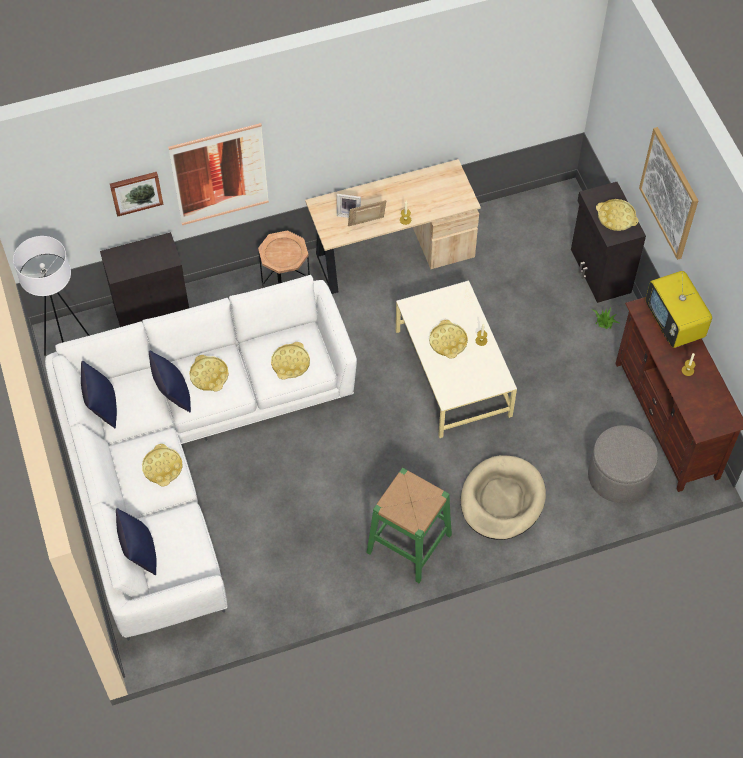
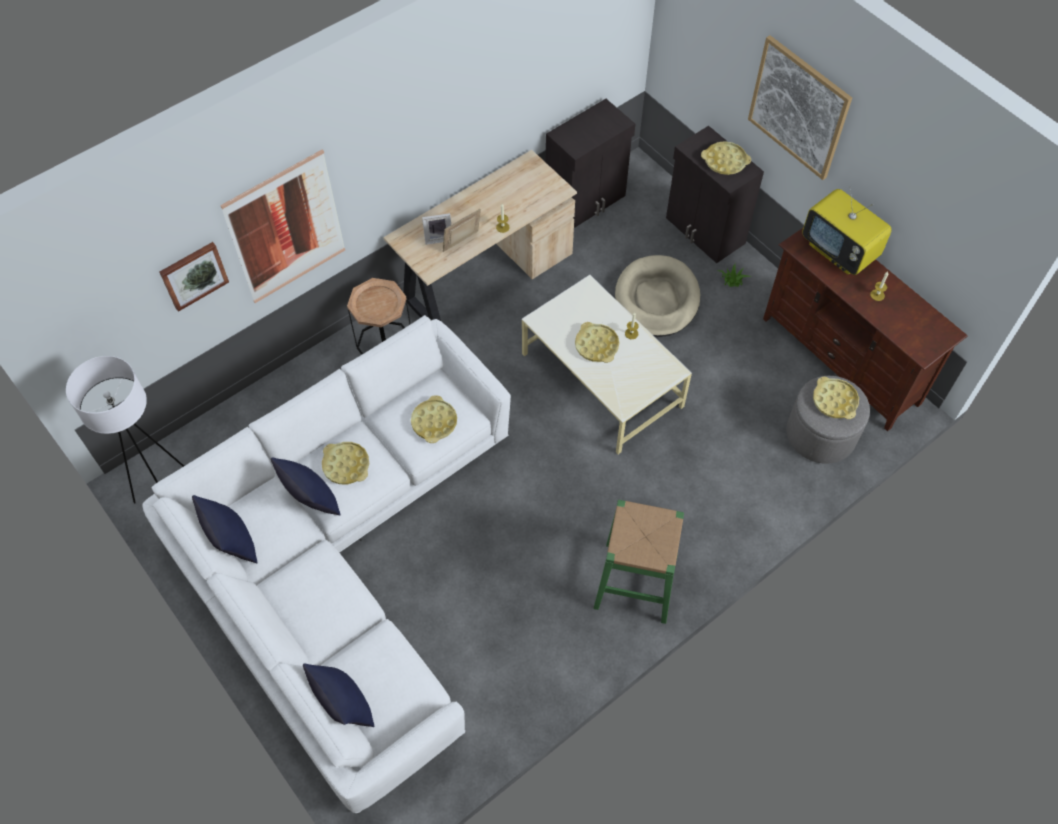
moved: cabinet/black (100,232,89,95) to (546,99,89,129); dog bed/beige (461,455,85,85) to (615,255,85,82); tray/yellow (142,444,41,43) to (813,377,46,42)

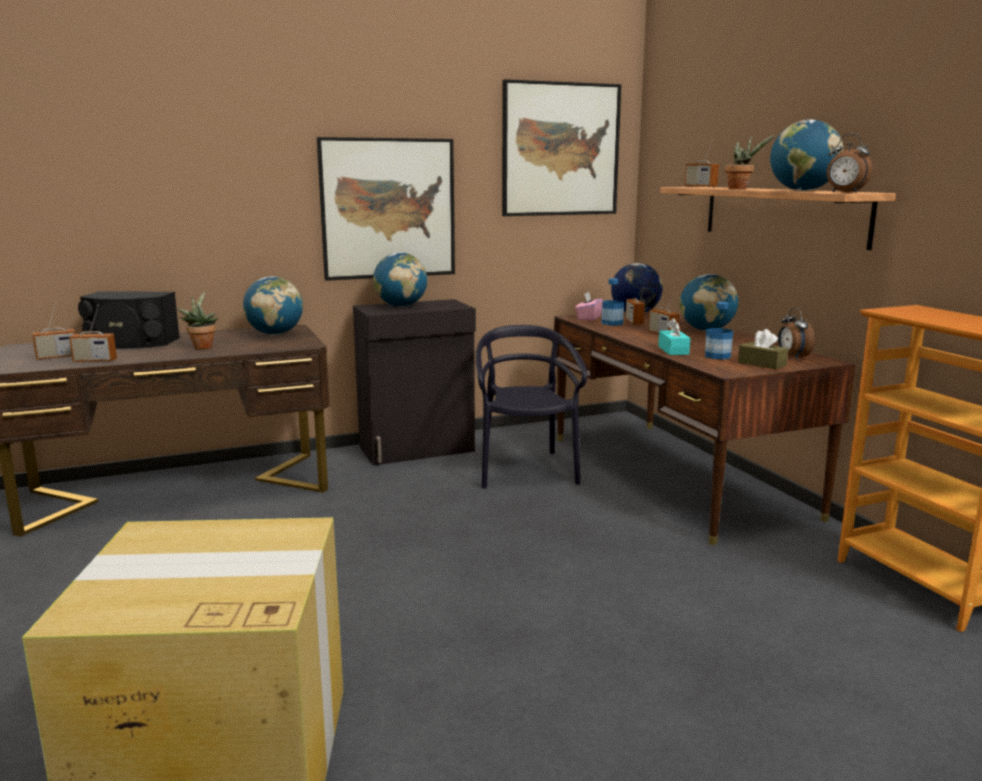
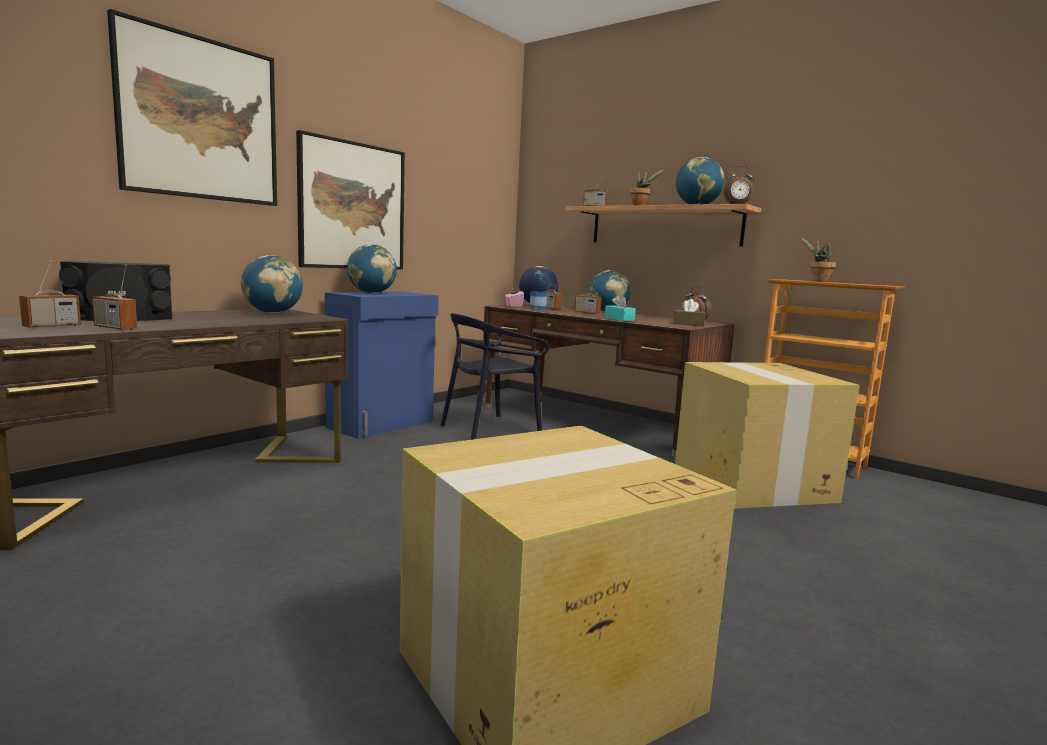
removed: bottle (705,302,28,58)
added: cardboard box (675,362,184,147)
moved: picture (502,79,119,137) to (107,9,170,197); potted plant (177,292,41,57) to (800,237,36,45)
recoloured: cabinet/black (353,299,123,166) to cabinet/blue (325,291,114,148)
turned: radio (69,305,48,57) = (92,264,45,67) 60 degrees clockwise; chair/black (476,325,111,164) = (440,313,109,127) 90 degrees counterclockwise

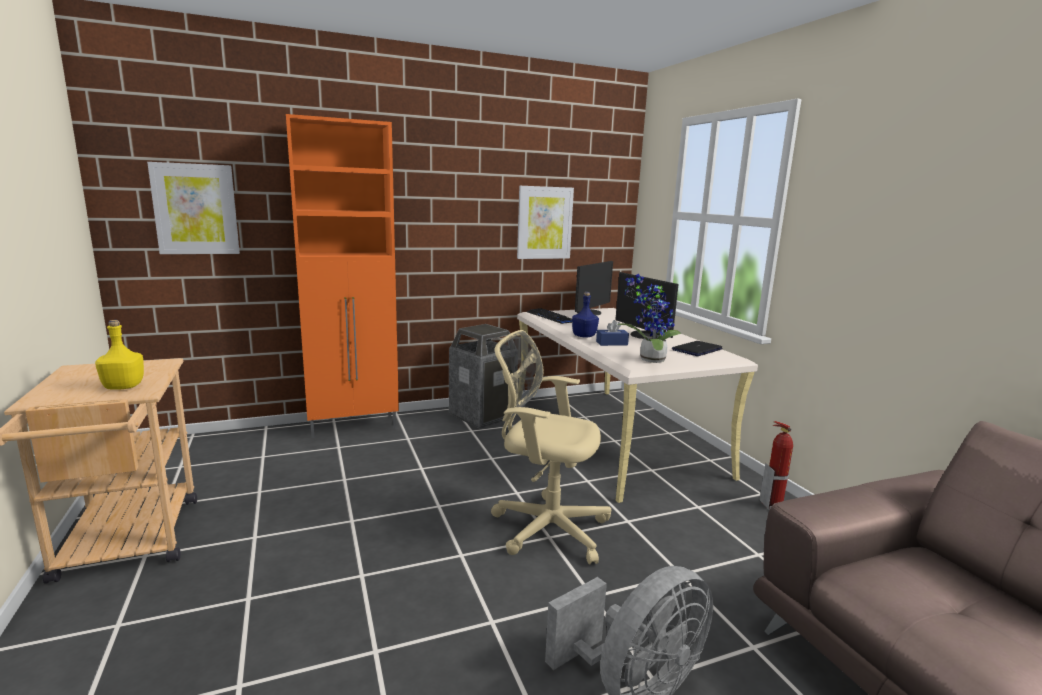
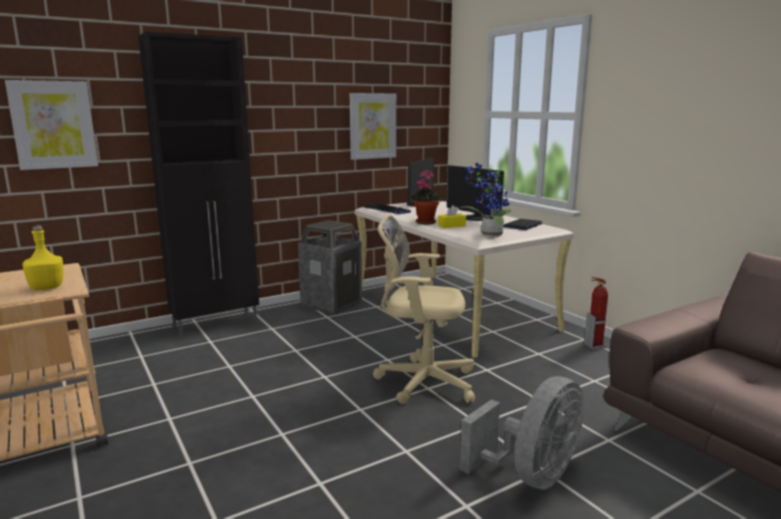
replaced: bottle/blue (572,292,27,46) to potted plant (412,170,30,54)
recoloured: cabinet/orange (286,114,113,324) to cabinet/black (138,32,121,305); tissue box/blue (596,320,33,26) to tissue box/yellow (438,205,28,23)

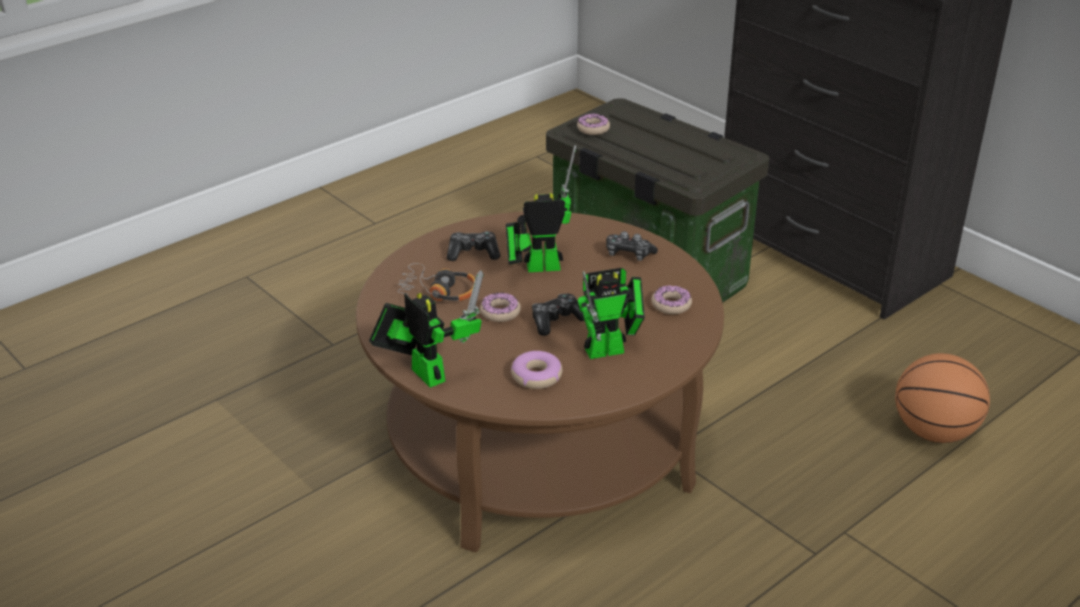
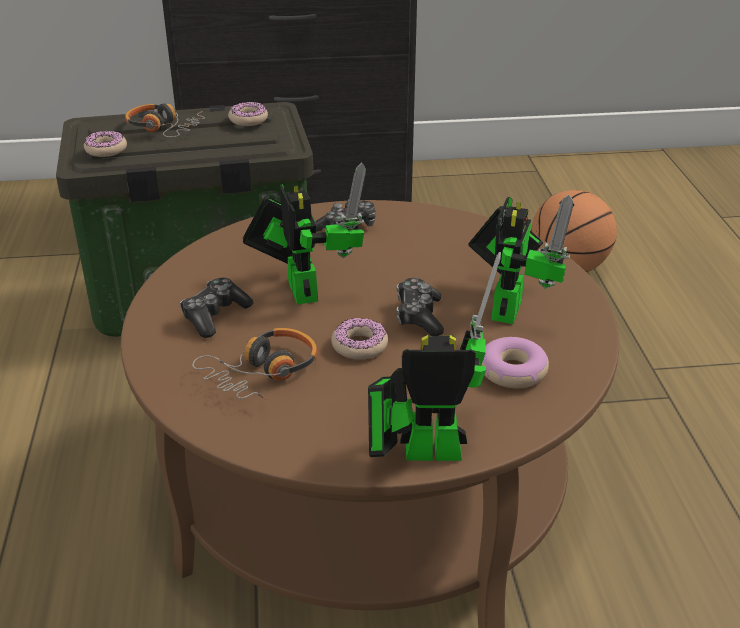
added: headphones (125,103,80,34)
moved: donut (651,285,41,29) to (228,102,40,24)
turned: toy robot (506,145,70,127) = (243,163,124,142) 135 degrees clockwise

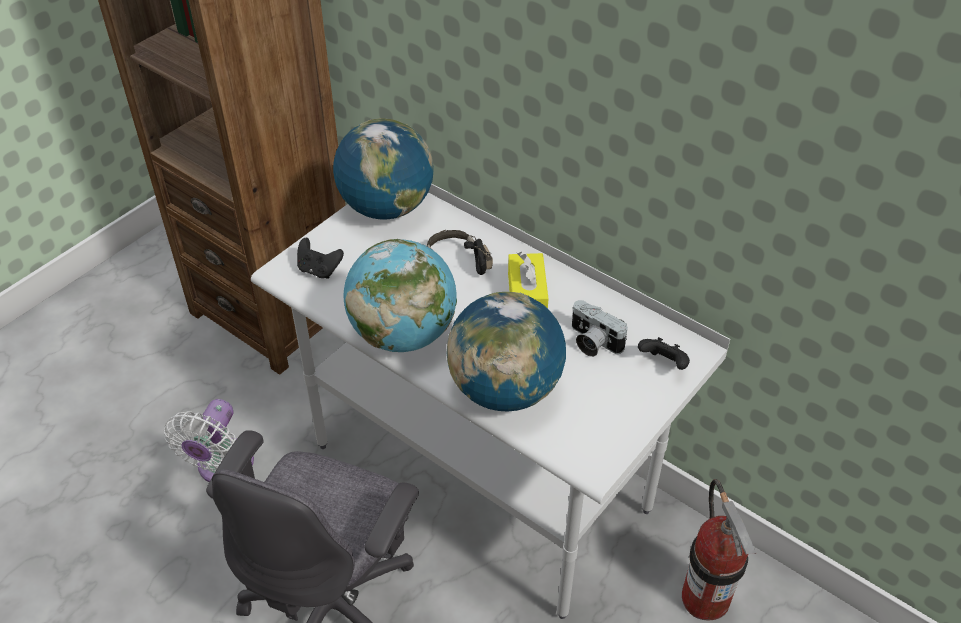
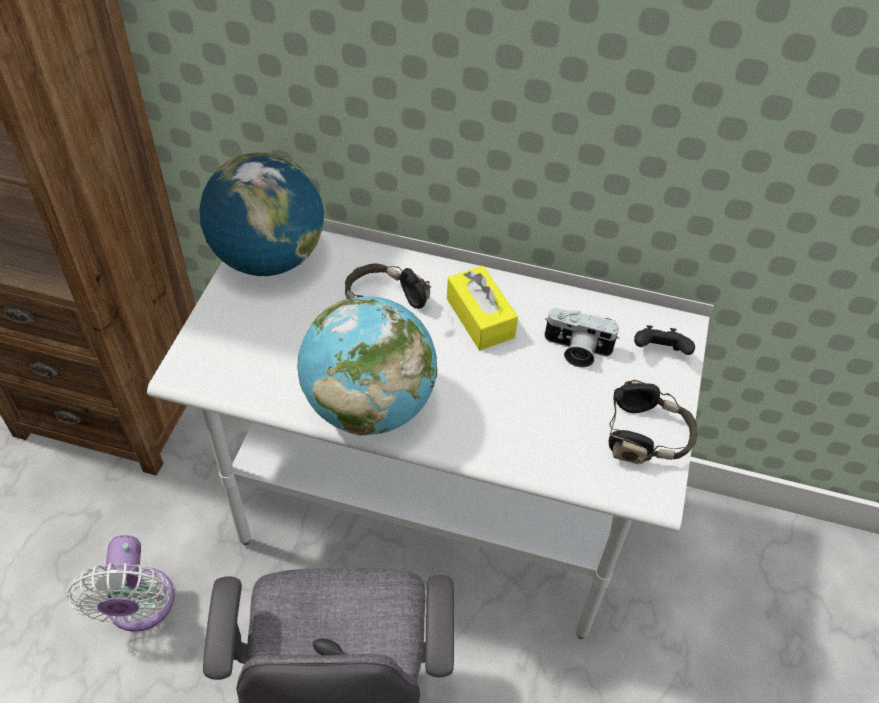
removed: game controller/black (297,238,47,41); globe (446,292,120,119); fire extinguisher (682,479,74,141)
added: headphones/black (608,380,90,84)

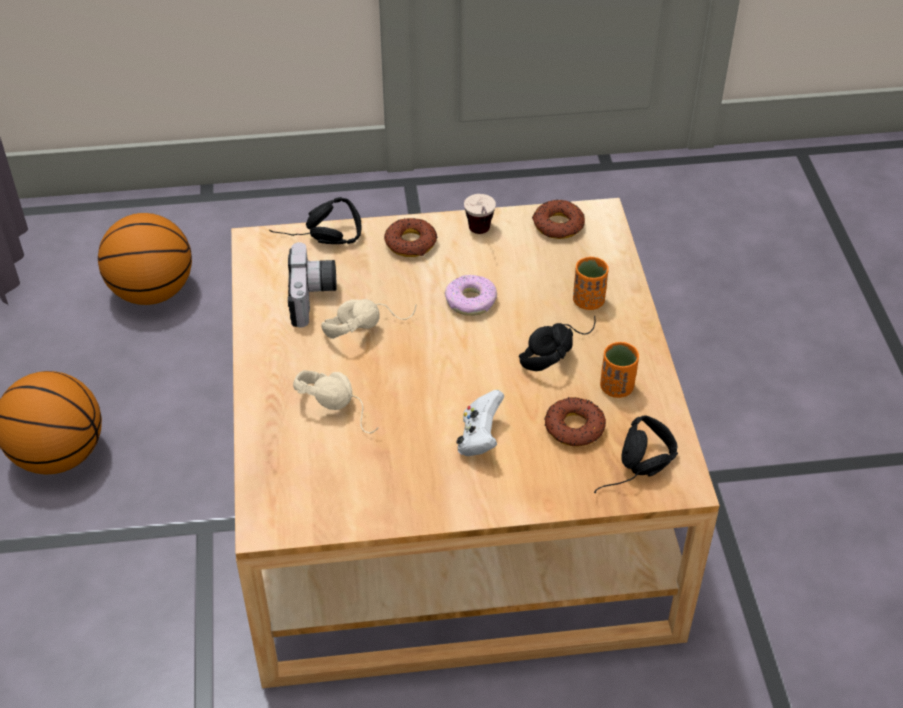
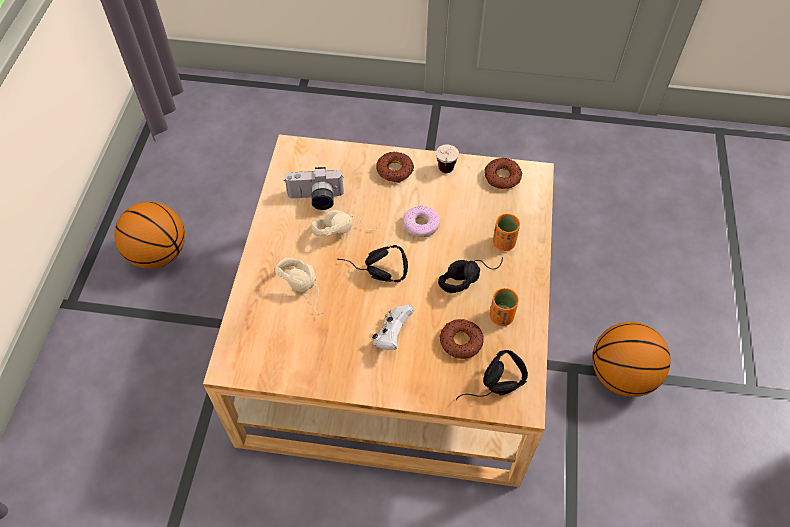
moved: headphones/black (269,197,93,47) to (338,245,70,37); basketball (98,213,94,92) to (592,322,79,75)
turned: photo camera (288,242,49,86) = (284,167,60,43) 75 degrees clockwise

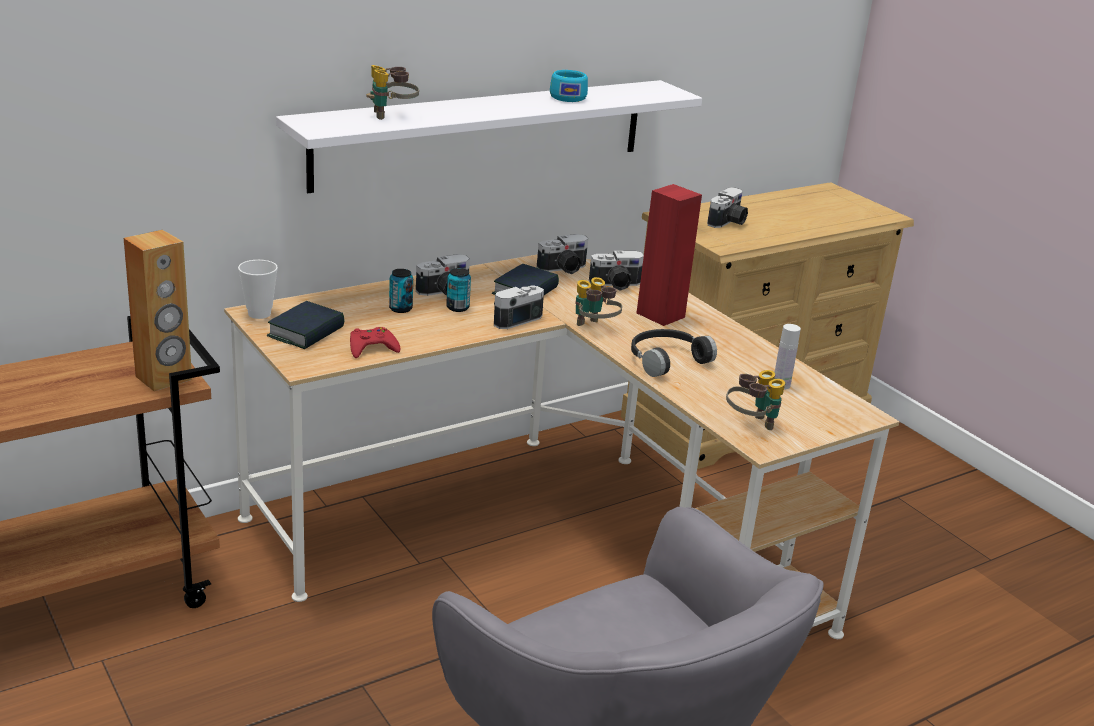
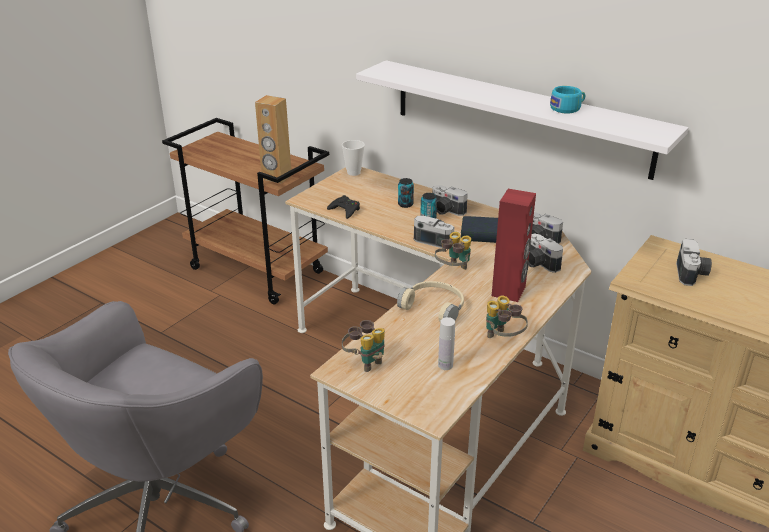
removed: book (267,301,77,48)
moved: binoculars (366,65,53,55) to (486,296,42,42)
recoloured: game controller/red (350,327,51,31) to game controller/black (327,195,33,24); headphones/black (631,329,86,48) to headphones/beige (397,281,67,41)
turned: photo camera (707,187,41,41) = (676,239,36,47) 90 degrees counterclockwise

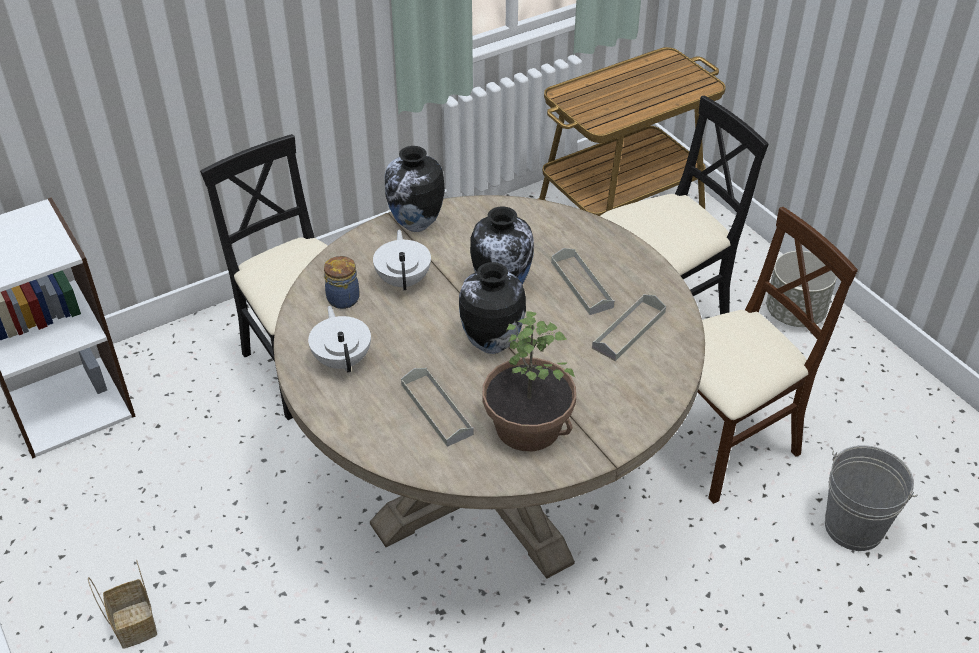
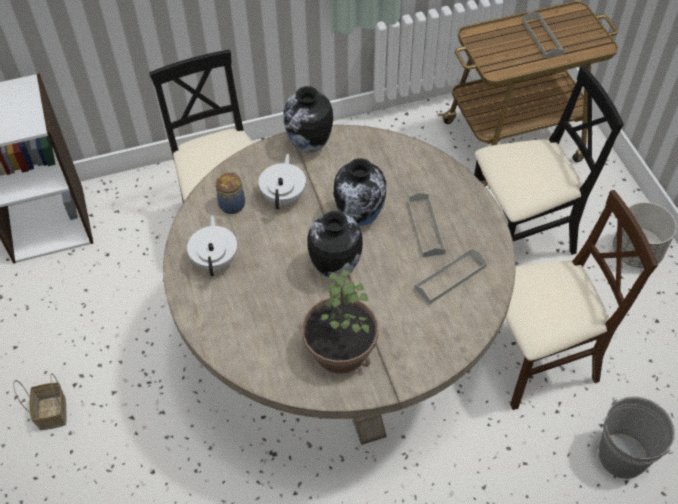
moved: tray/grey (401,368,73,79) to (522,11,42,47)

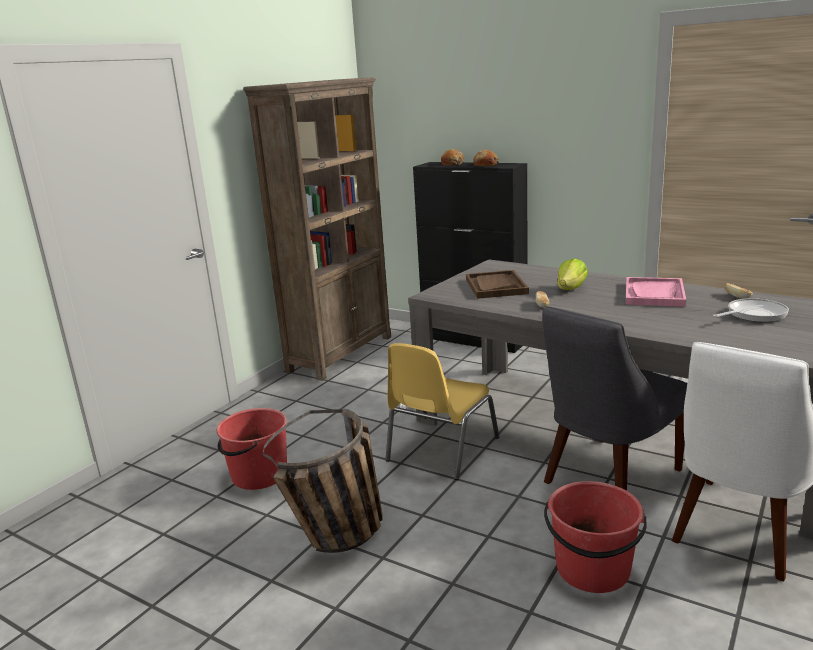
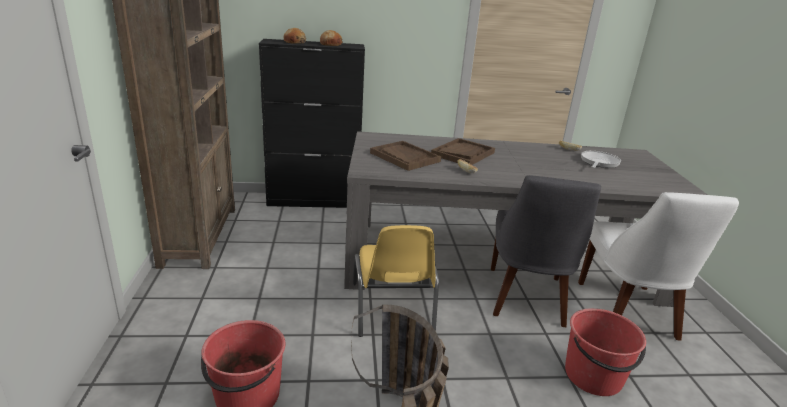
removed: tray/pink (625,277,61,30)
replaced: lettuce (557,258,31,32) to tray/brown (431,138,64,27)

